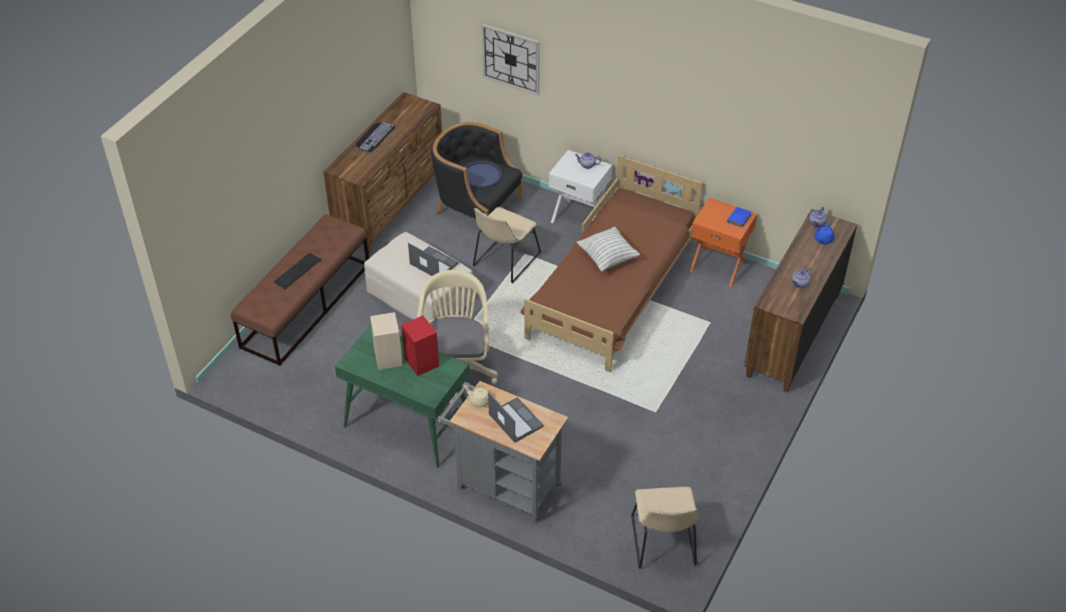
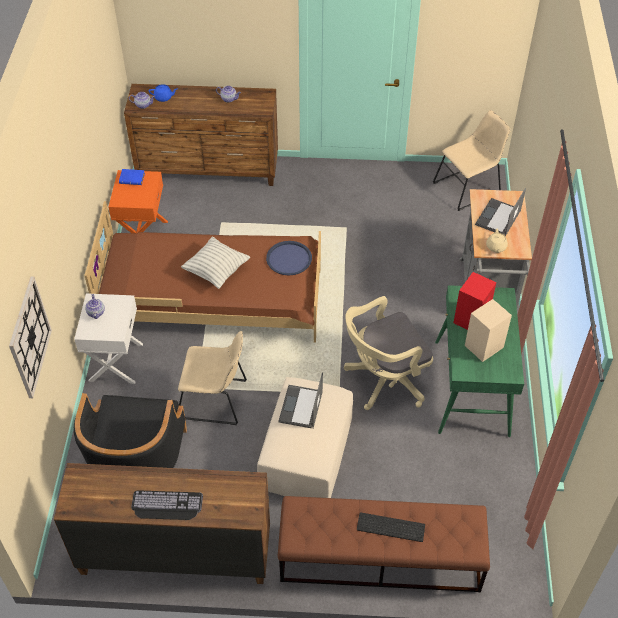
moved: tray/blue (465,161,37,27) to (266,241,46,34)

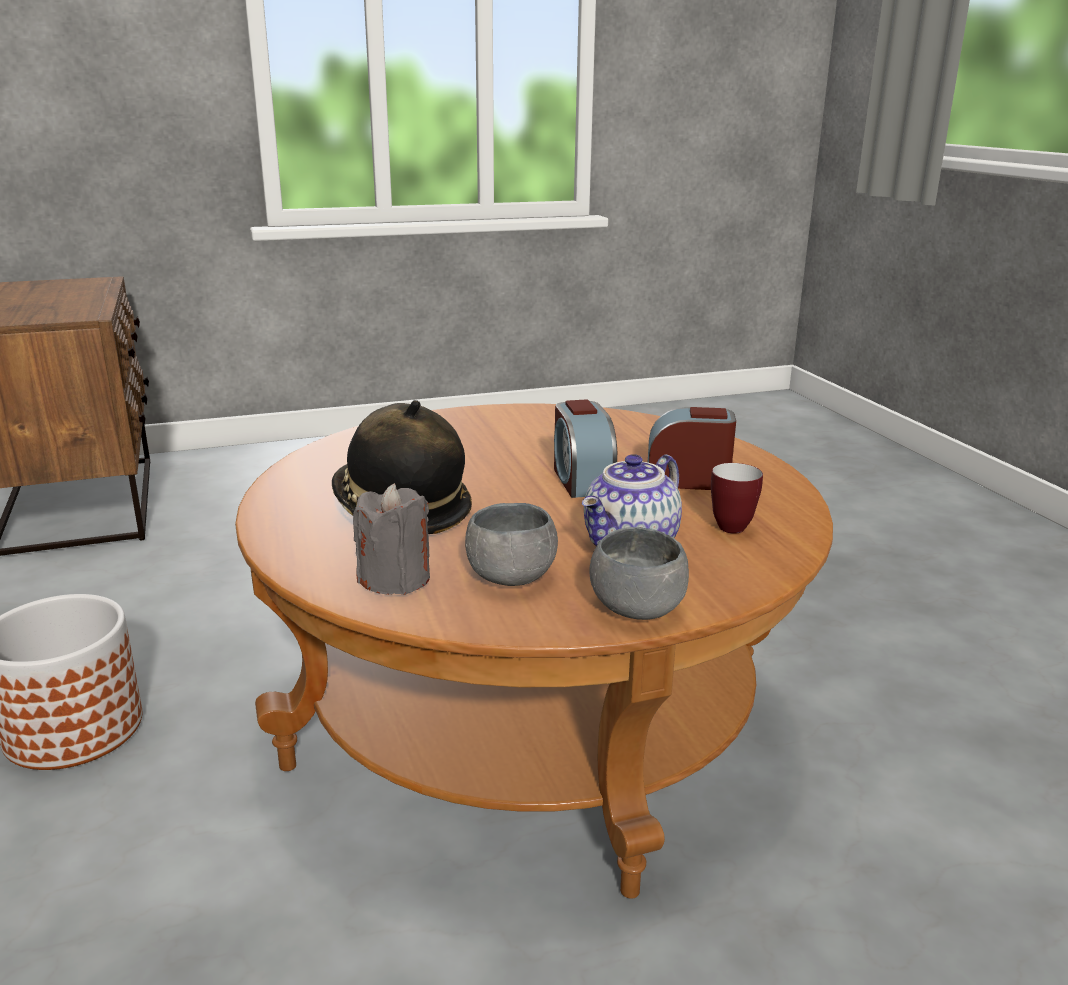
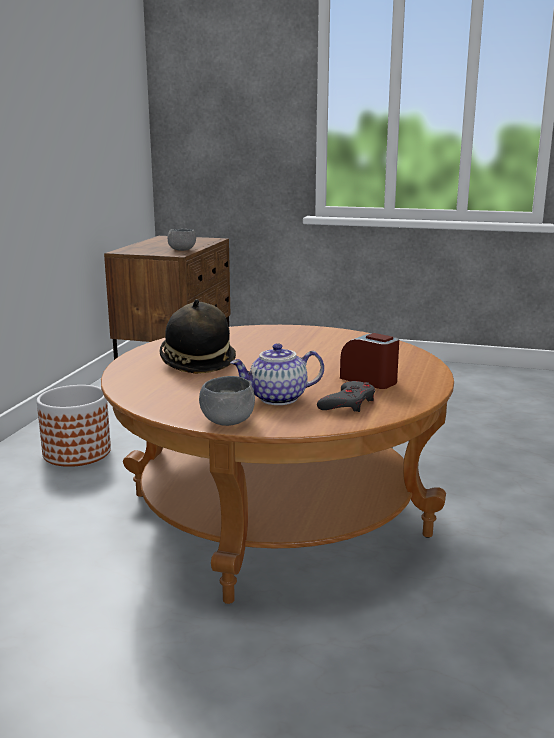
removed: candle/grey (353,483,77,112); alarm clock (554,399,63,99)
moved: bowl/grey (465,503,93,83) to (168,229,28,22)
replaced: mug (711,463,52,71) to game controller/grey (317,381,58,31)

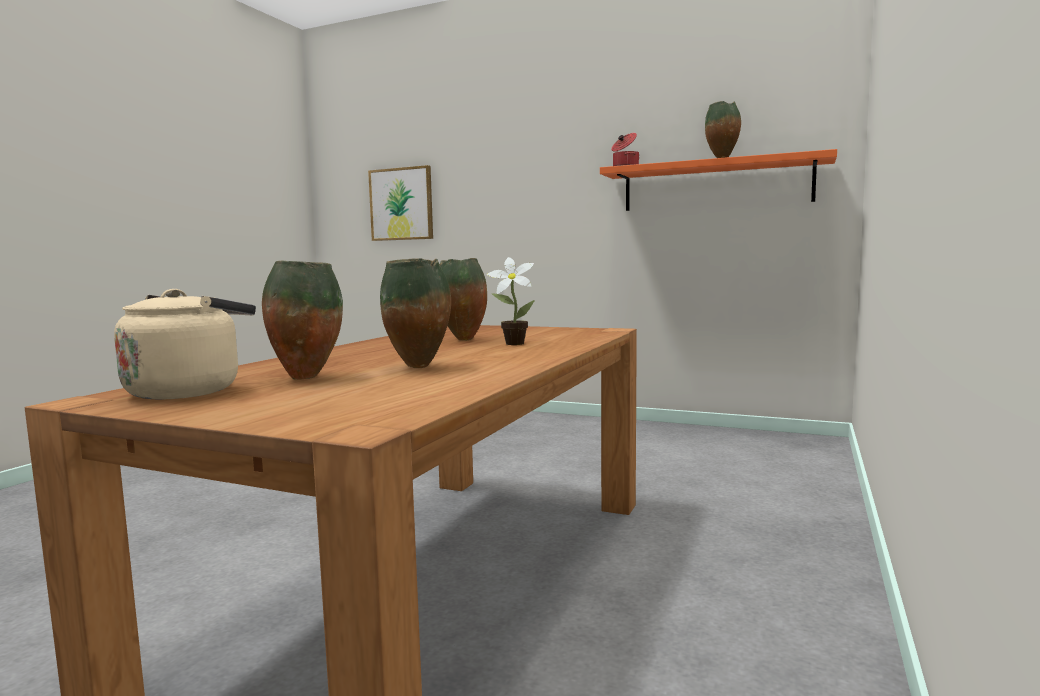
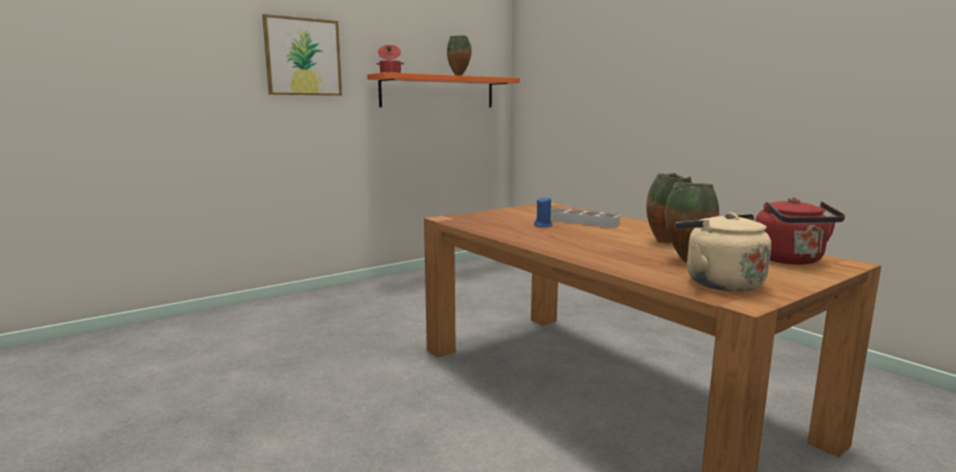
added: kettle/red (755,197,90,68)
moved: picture (368,165,65,76) to (262,14,80,82)
replaced: vase (440,258,47,83) to candle/blue (534,196,19,31); potted plant (487,257,48,88) to tray/grey (551,208,69,19)

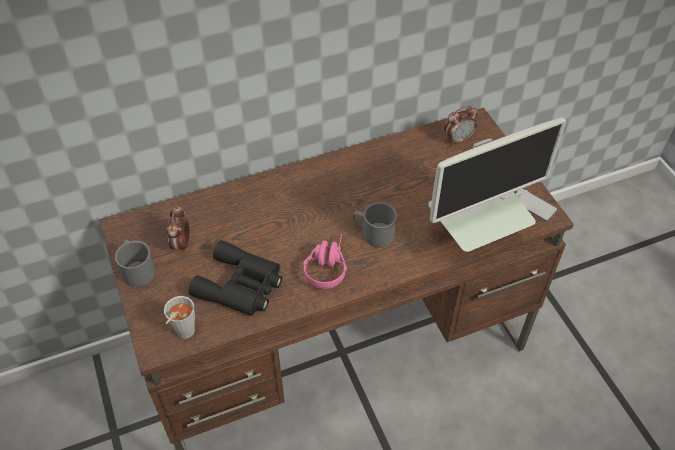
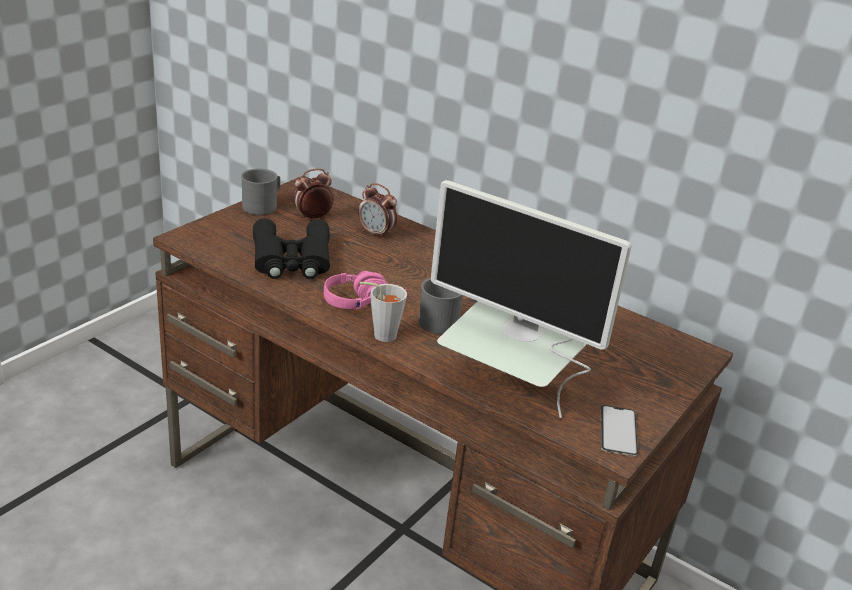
moved: alarm clock (444,106,34,39) to (358,183,40,56); cup/grey (164,296,31,43) to (360,282,47,60)

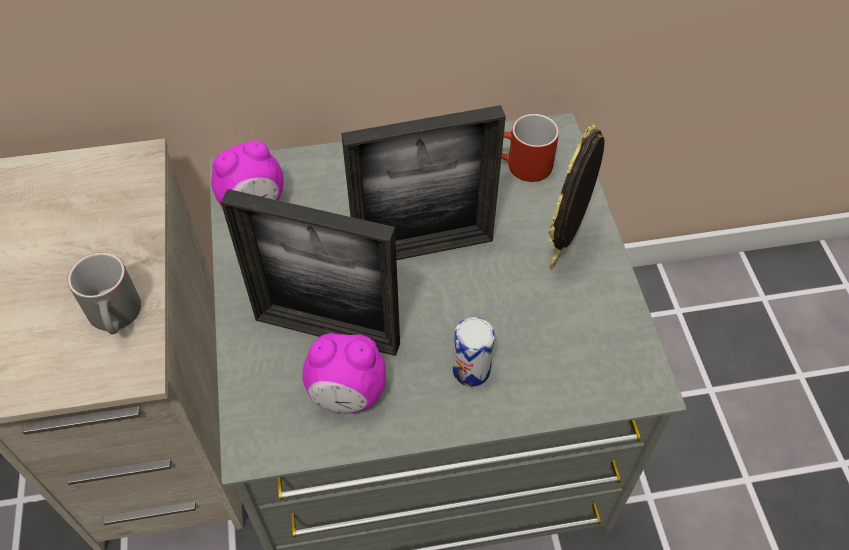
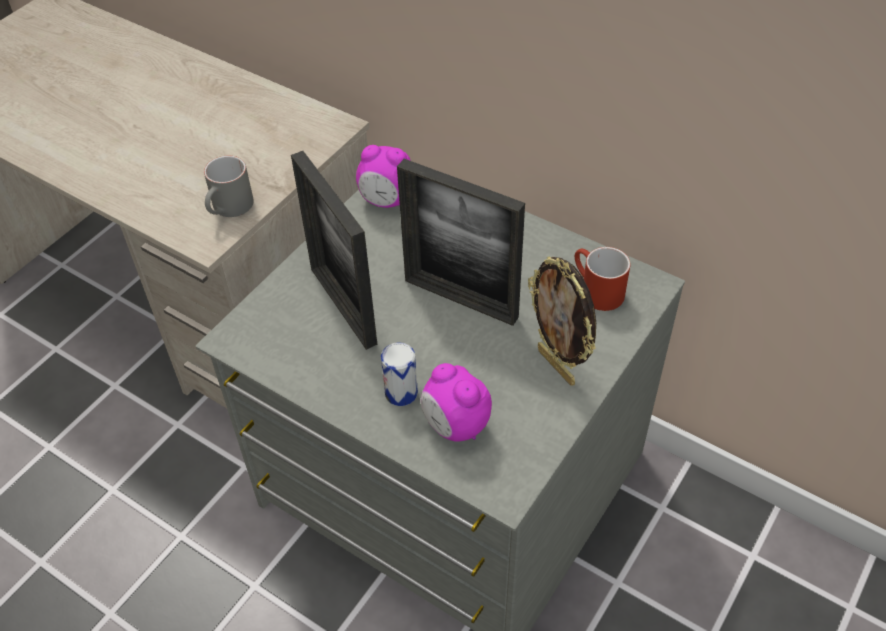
moved: alarm clock (302,333,84,80) to (421,363,71,79)
turned: picture frame (548,124,57,145) = (528,256,68,129) 105 degrees counterclockwise

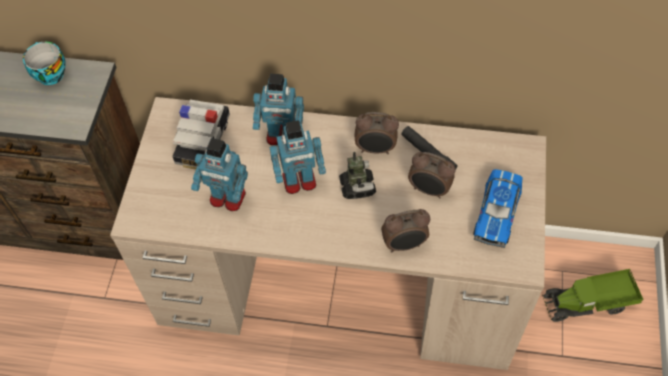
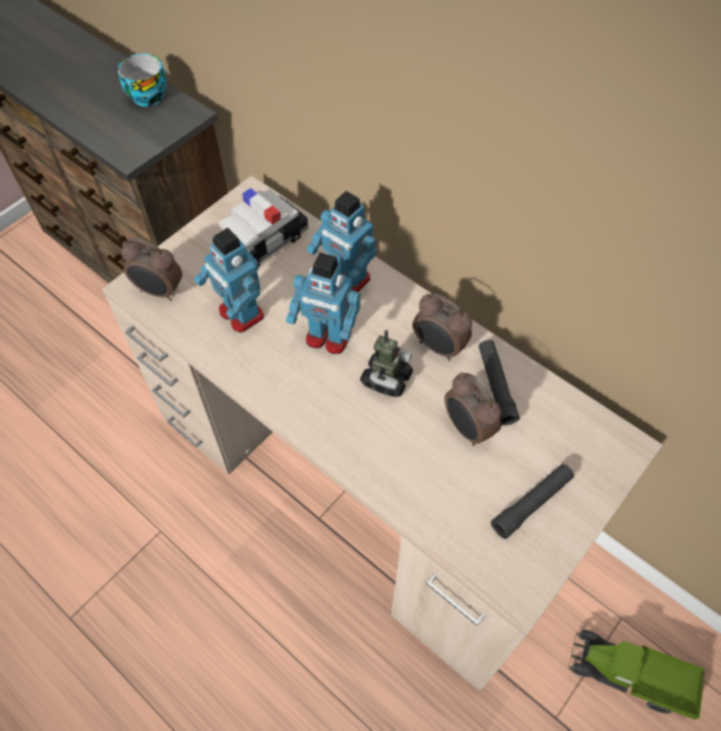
moved: alarm clock (381,209,49,43) to (121,238,61,63)
replaced: toy car (473,169,50,79) to flashlight/black (491,464,83,75)

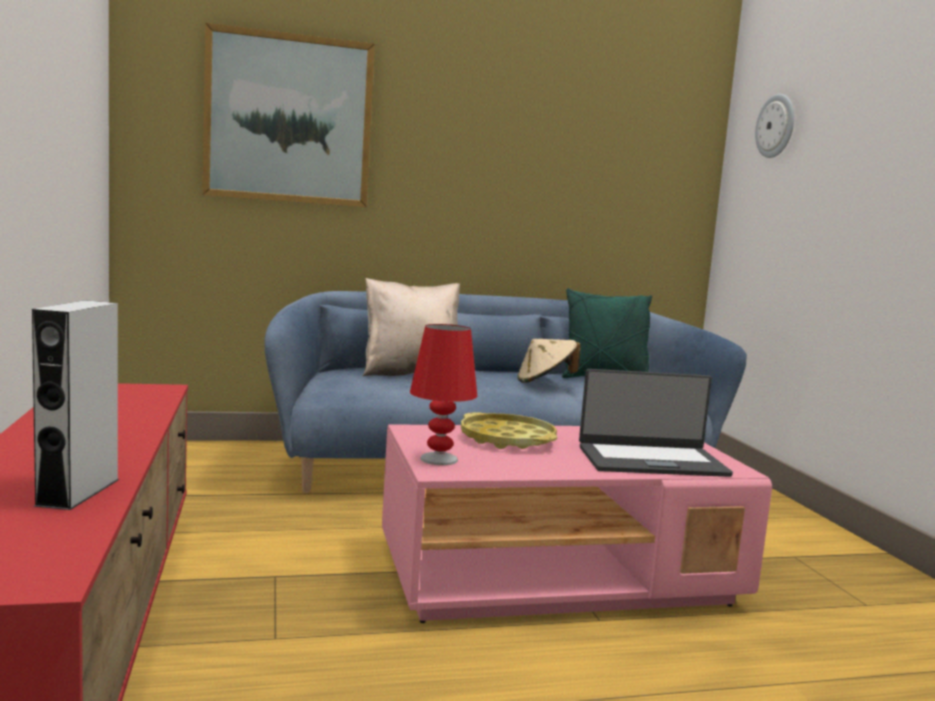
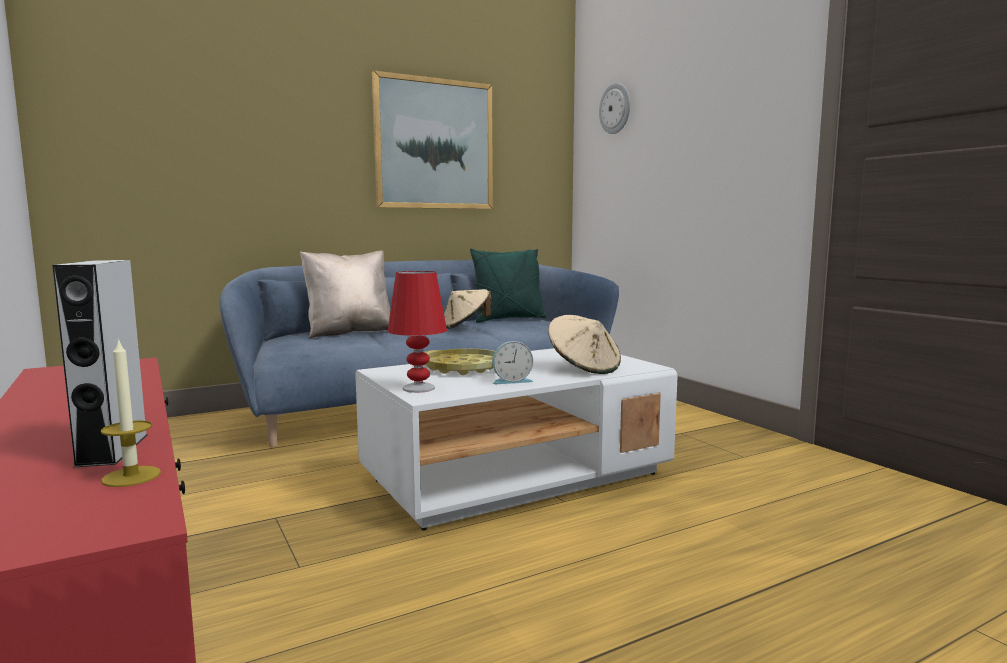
added: candle (101,339,60,148); alarm clock (492,341,41,43)
moved: picture (202,23,173,184) to (372,71,121,138)
replaced: laptop (579,369,154,108) to hat/beige (548,315,73,59)
recoloured: coffee table/pink (382,424,390,199) to coffee table/white (355,348,323,182)

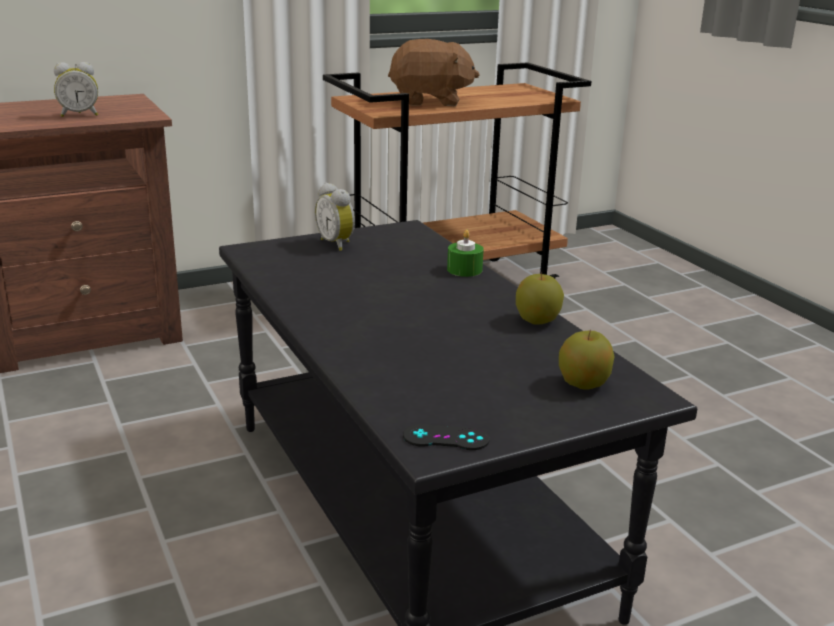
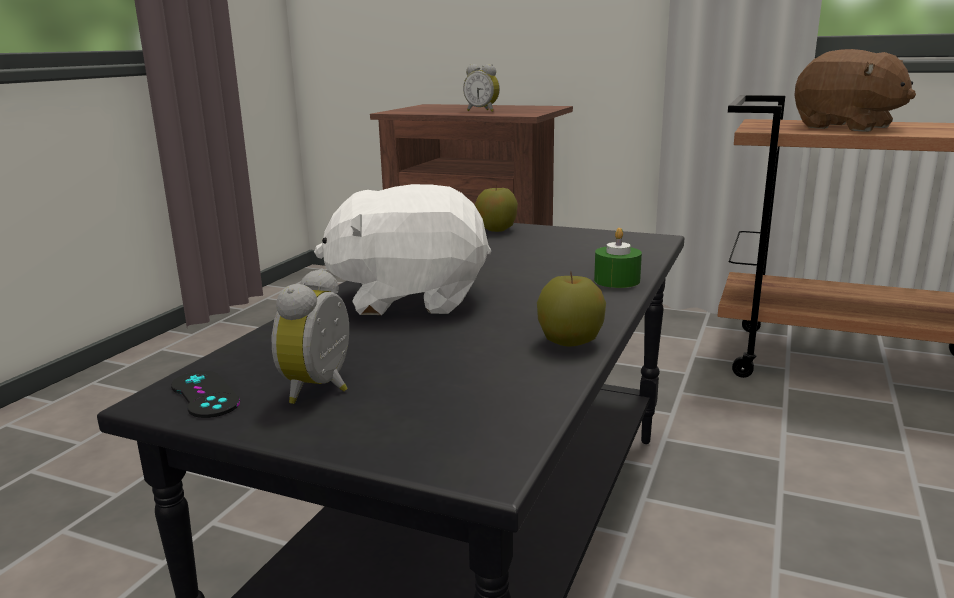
added: plush toy/white (314,184,177,131)
moved: alarm clock (315,183,40,68) to (271,268,78,136); apple (559,330,56,60) to (475,184,43,48)

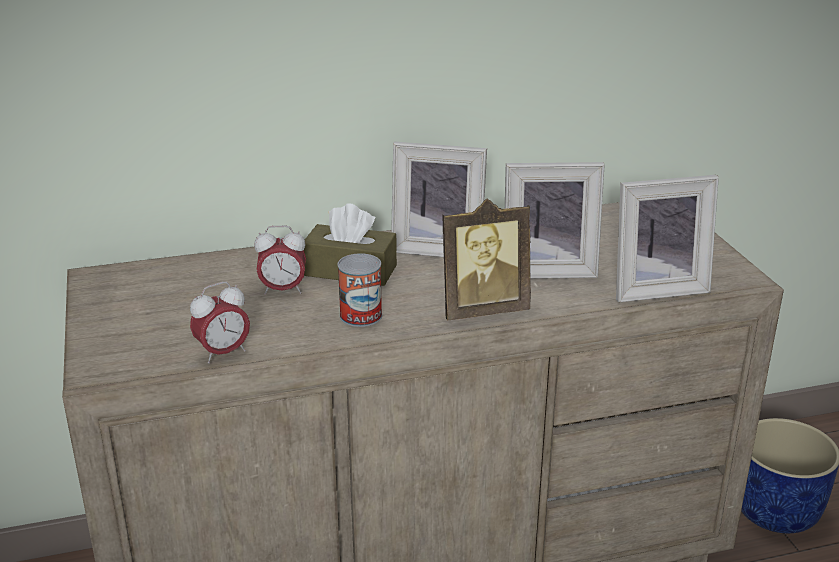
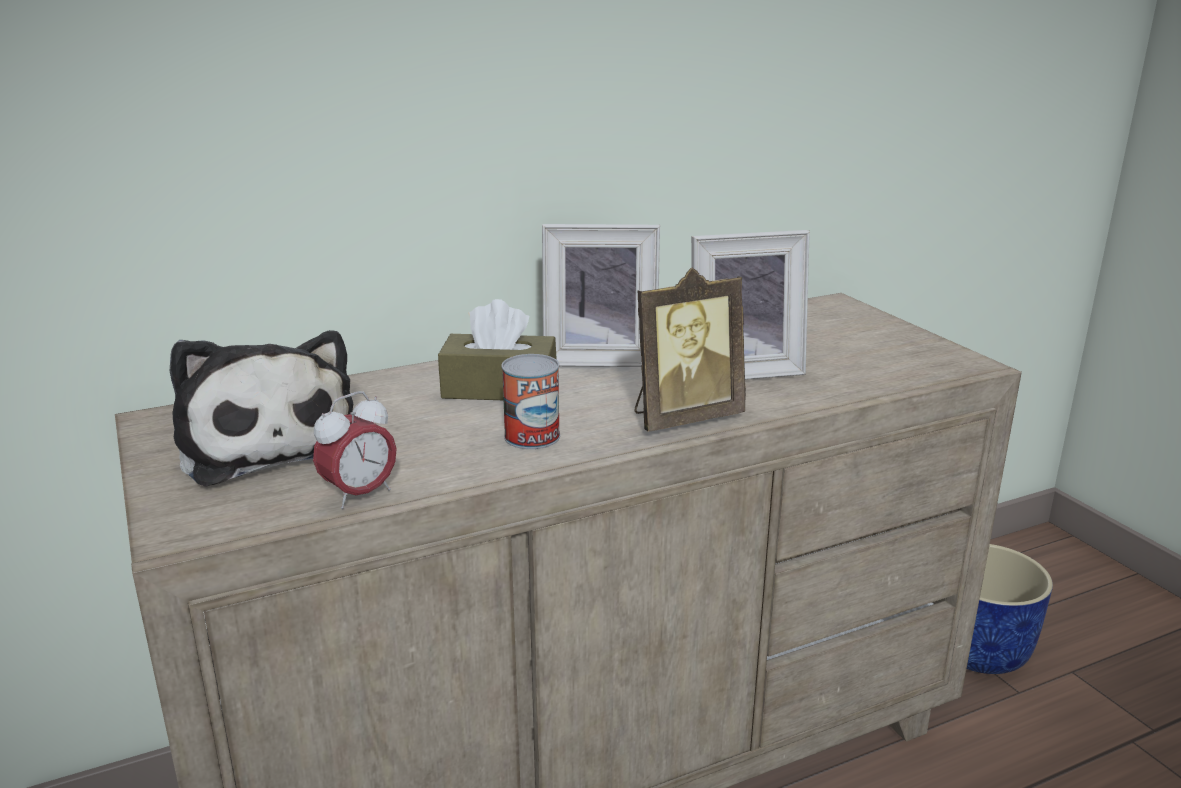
removed: alarm clock (254,226,52,69); picture frame (616,175,103,127)
added: plush toy (170,330,183,157)

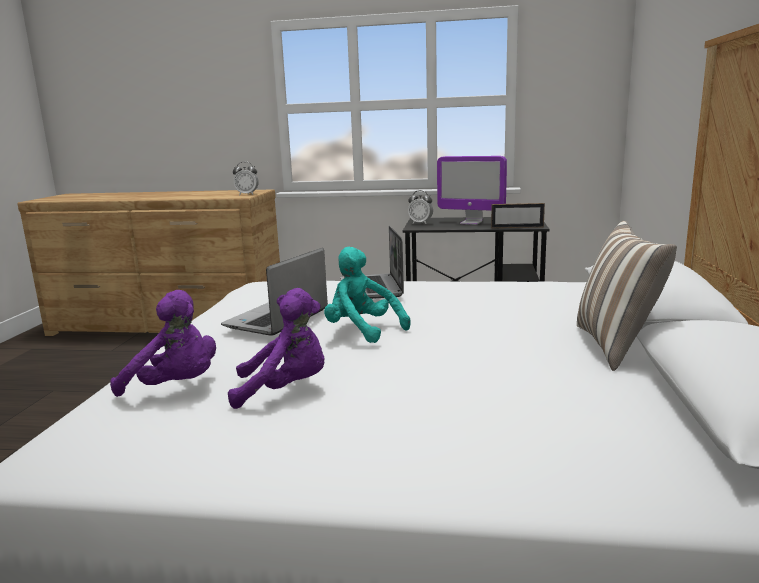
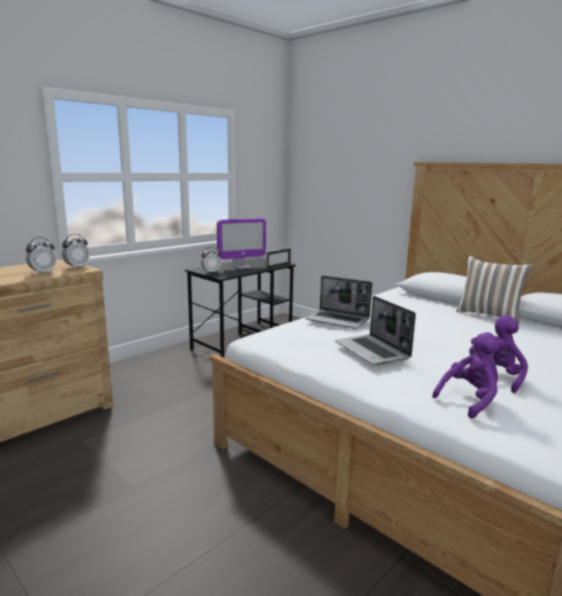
removed: plush toy/turquoise (324,247,87,96)
added: alarm clock (26,237,31,37)

